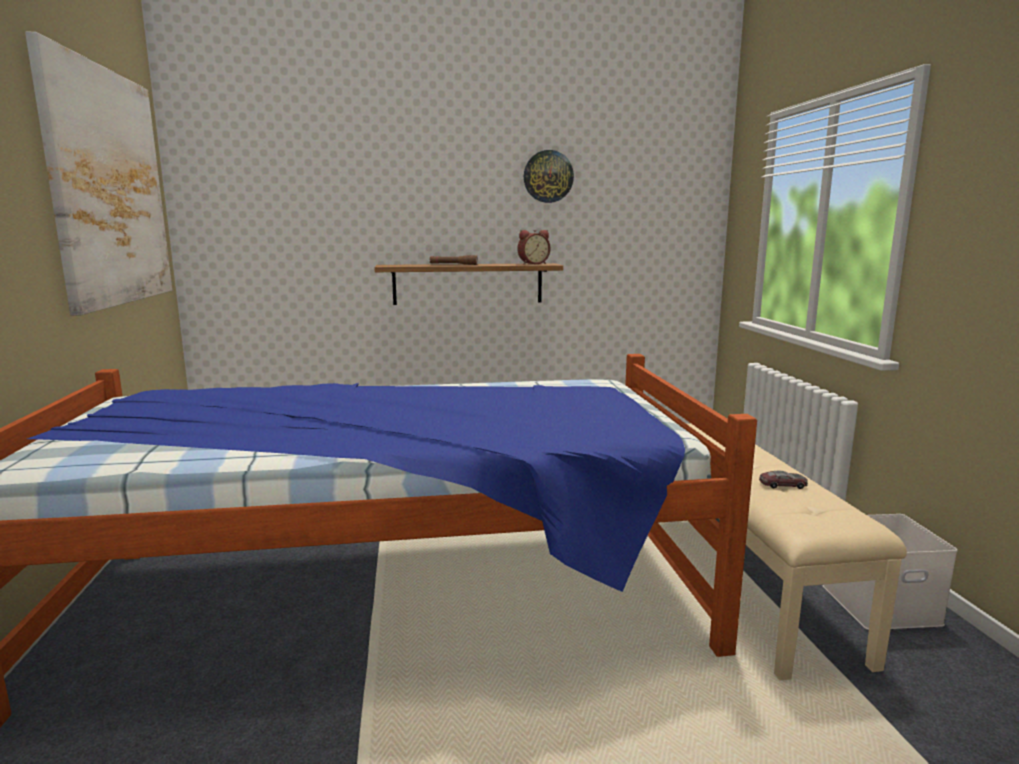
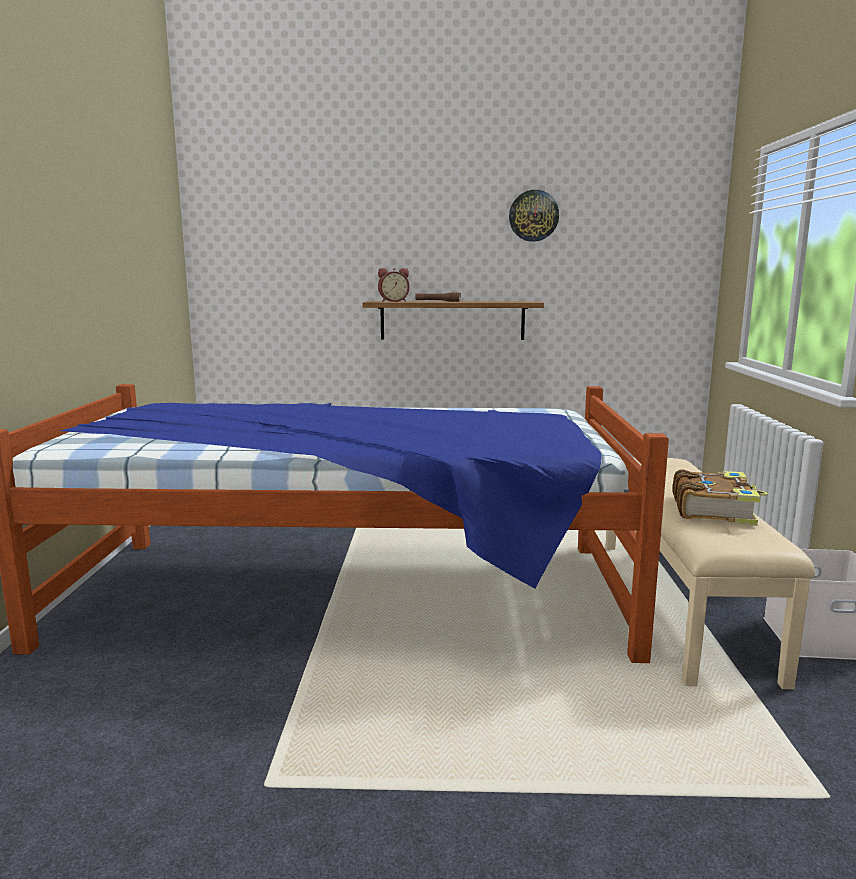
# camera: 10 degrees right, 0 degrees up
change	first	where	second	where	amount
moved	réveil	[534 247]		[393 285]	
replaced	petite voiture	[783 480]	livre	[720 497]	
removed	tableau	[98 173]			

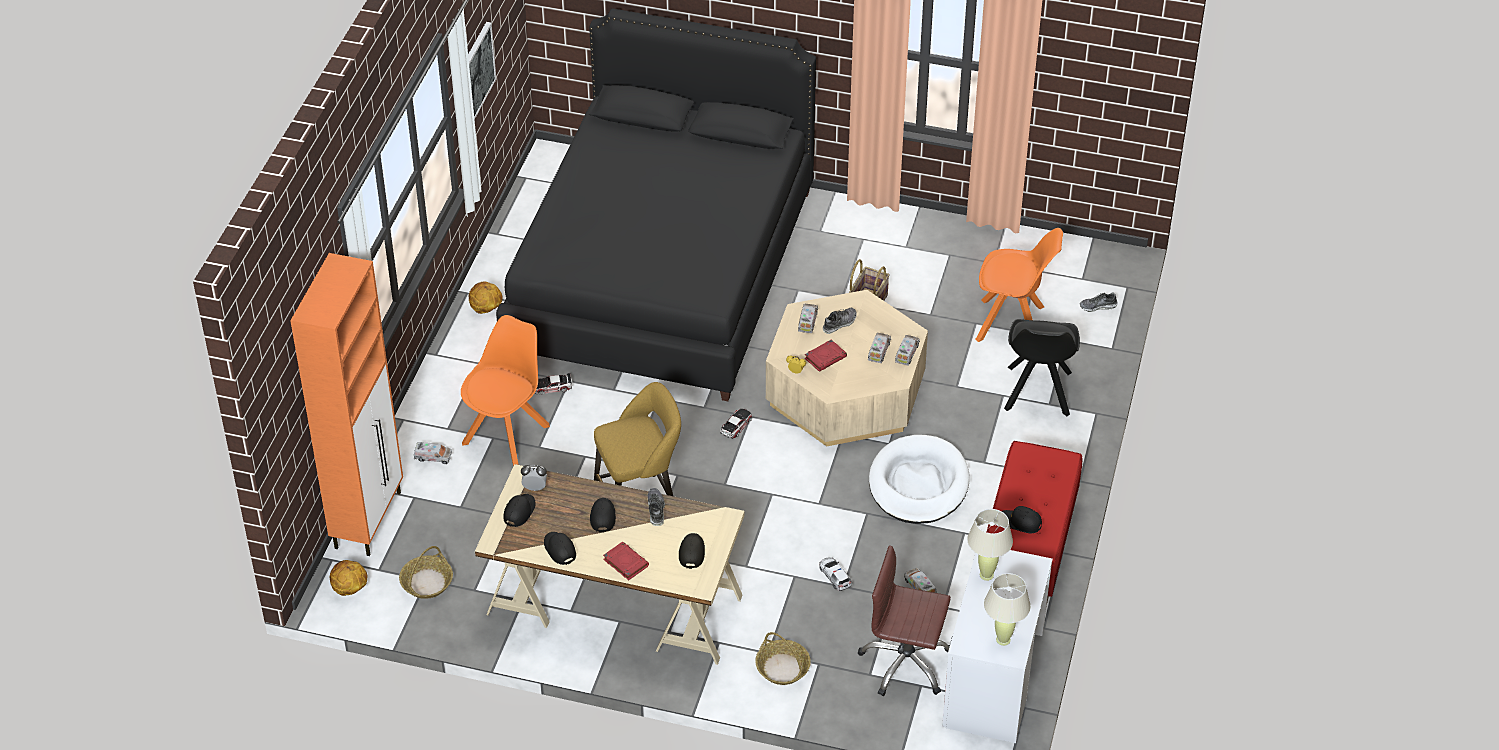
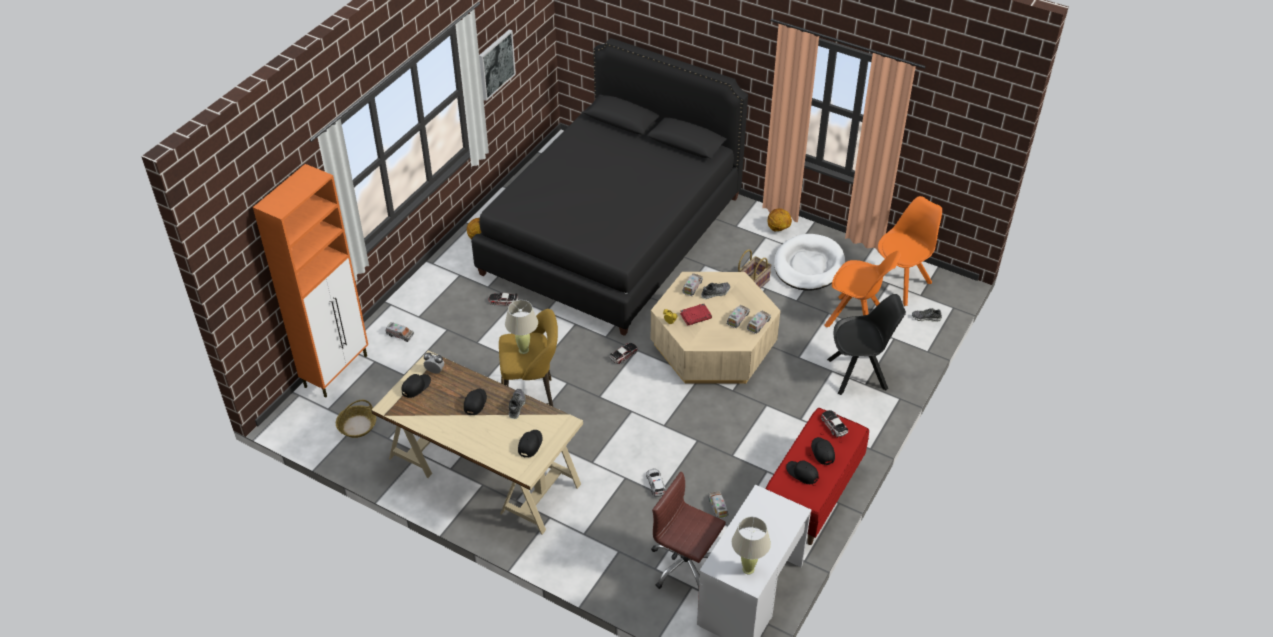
# camera: 15 degrees right, 0 degrees up
change	first	where	second	where	amount
moved	lampe de table/beige	[990 545]		[521 327]	
moved	ballon de basket	[349 578]		[780 219]	
moved	panier pour chien/blanc	[919 479]		[809 262]	
moved	casquette/noir	[560 548]		[823 451]	
added			petite voiture	[834 424]	
turned	chaise/noir	[1042 367]		[866 344]	120 degrees counterclockwise
moved	chaise/orange	[505 390]		[910 251]	
removed	livre/rouge	[626 561]			
removed	panier	[783 658]			

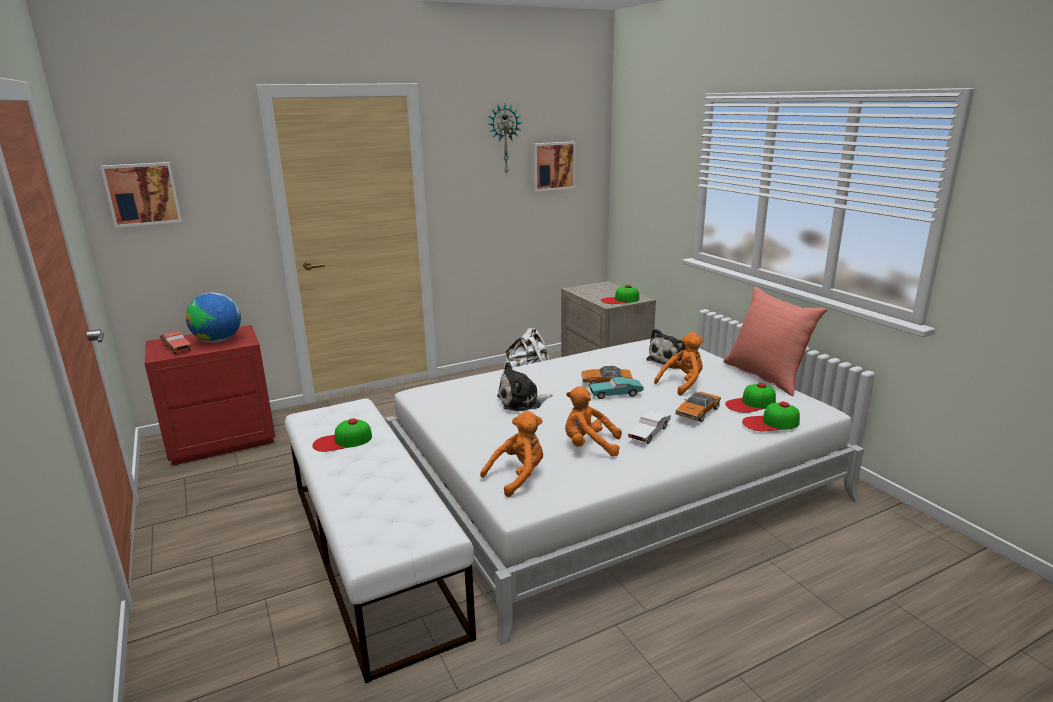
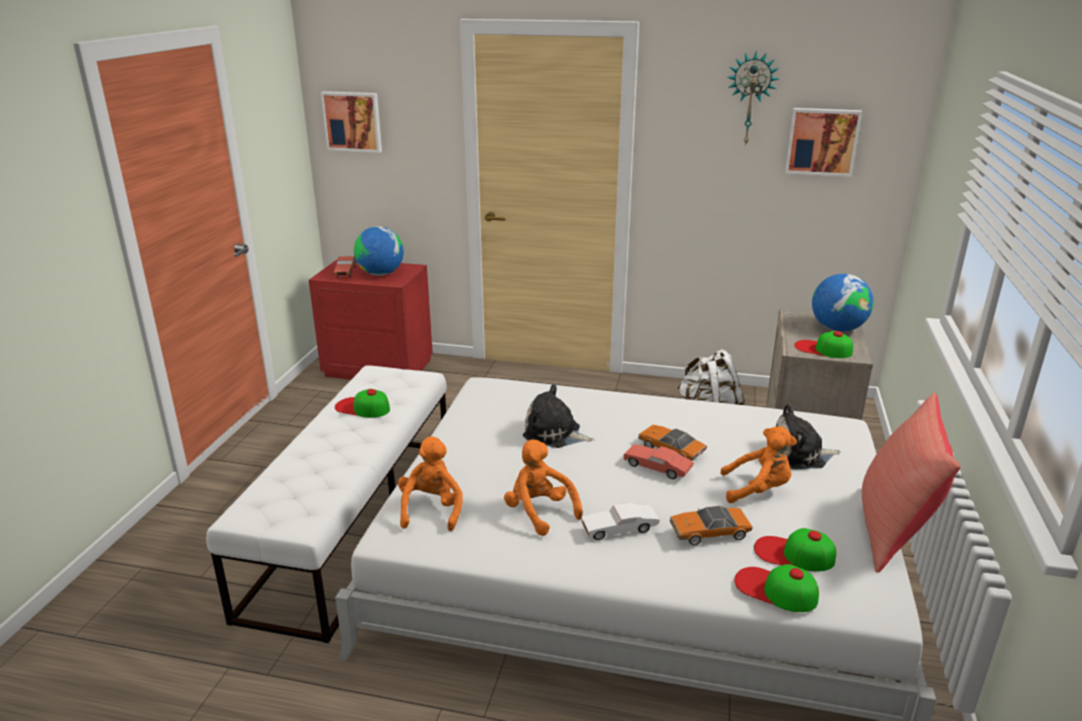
# camera: 40 degrees right, 5 degrees up
change	first	where	second	where	amount
turned	peluche/orange	[511 454]		[430 483]	90 degrees counterclockwise
recoloured	petite voiture/turquoise	[617 388]	petite voiture/rouge	[659 461]	
added			globe	[842 303]	

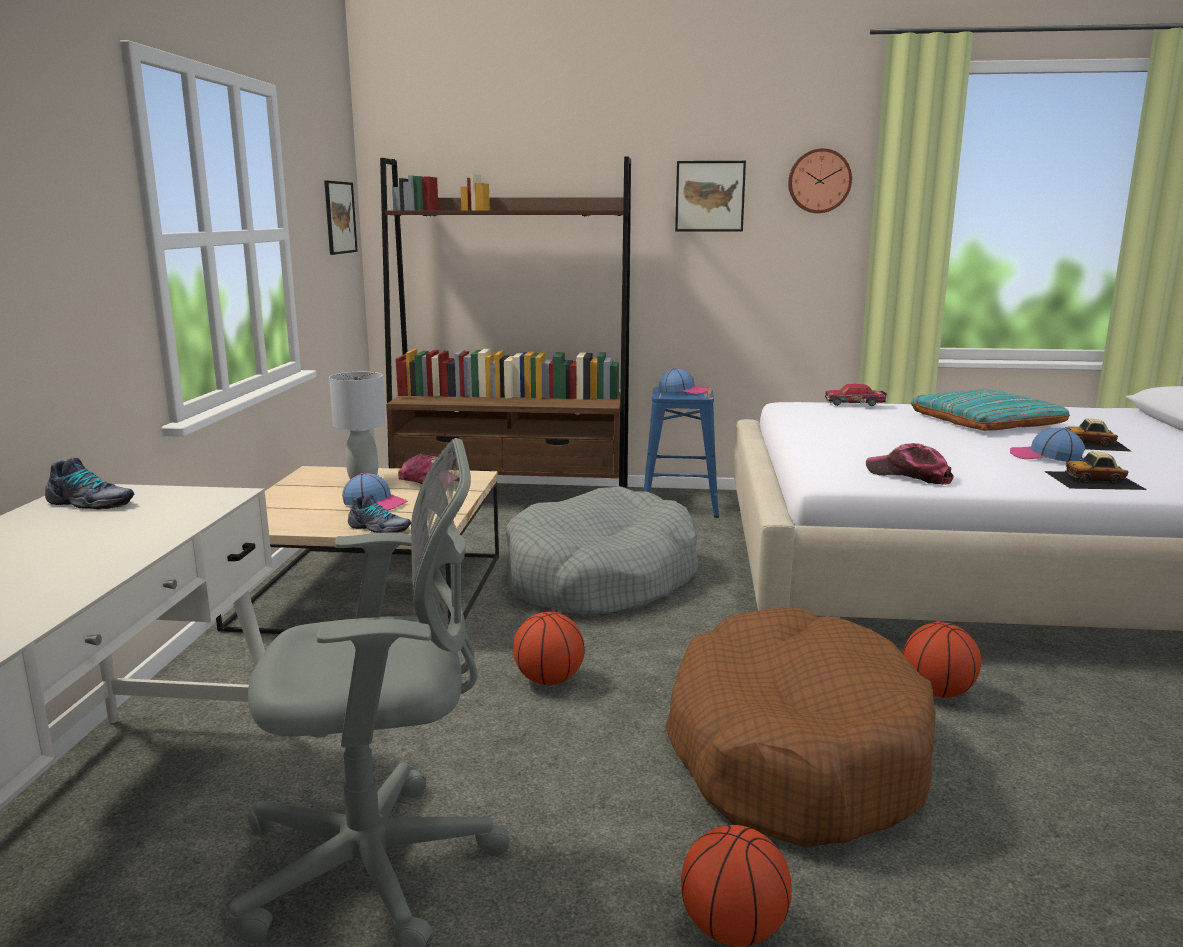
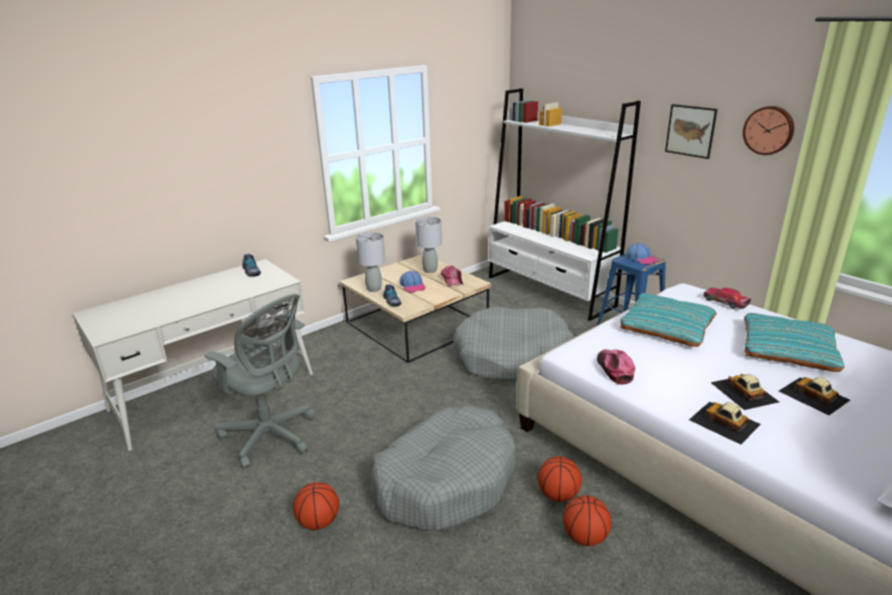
# camera: 45 degrees right, 10 degrees up
change	first	where	second	where	amount
added			lampe de table/gris	[370 262]	
recoloured	panier pour chien/marron	[800 727]	panier pour chien/gris	[444 467]	
recoloured	bibliothèque/marron	[505 322]	bibliothèque/blanc	[565 204]	
moved	ballon de basket	[549 648]		[587 520]	
added			coussin/turquoise	[668 320]	
replaced	casquette	[1047 445]	petite voiture	[745 392]	
removed	tableau	[341 218]			

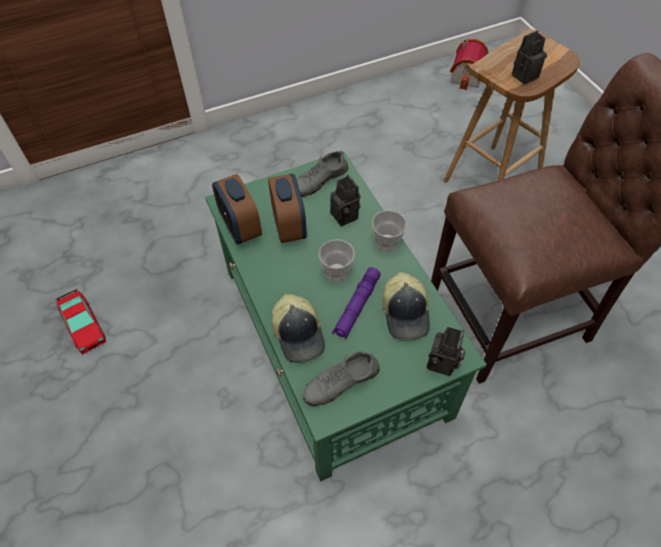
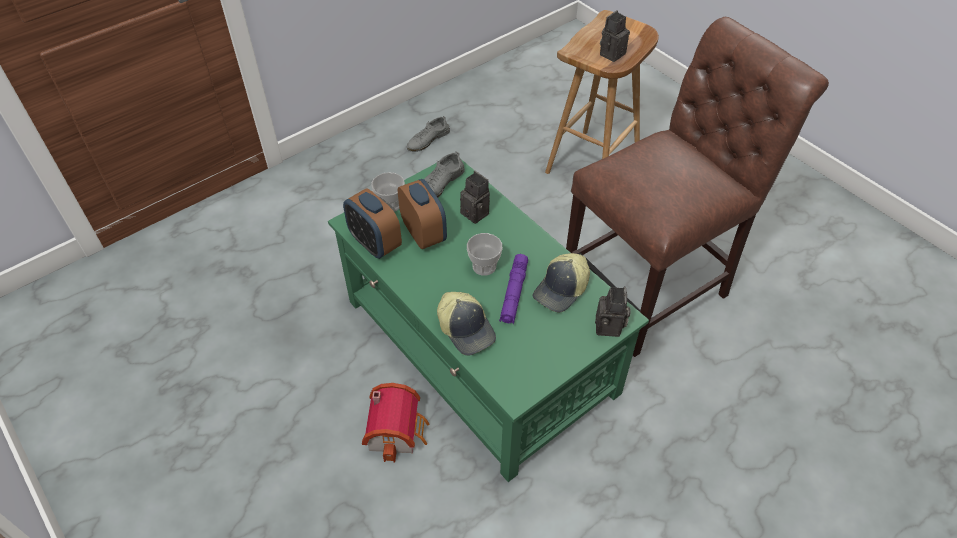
# camera: 15 degrees left, 5 degrees down
change	first	where	second	where	amount
moved	maison miniature	[469 64]		[395 423]	
moved	tasse	[389 231]		[388 192]	
moved	chaussure/gris	[341 378]		[428 134]	
turned	casquette	[406 305]		[561 282]	60 degrees clockwise
removed	petite voiture	[80 321]			

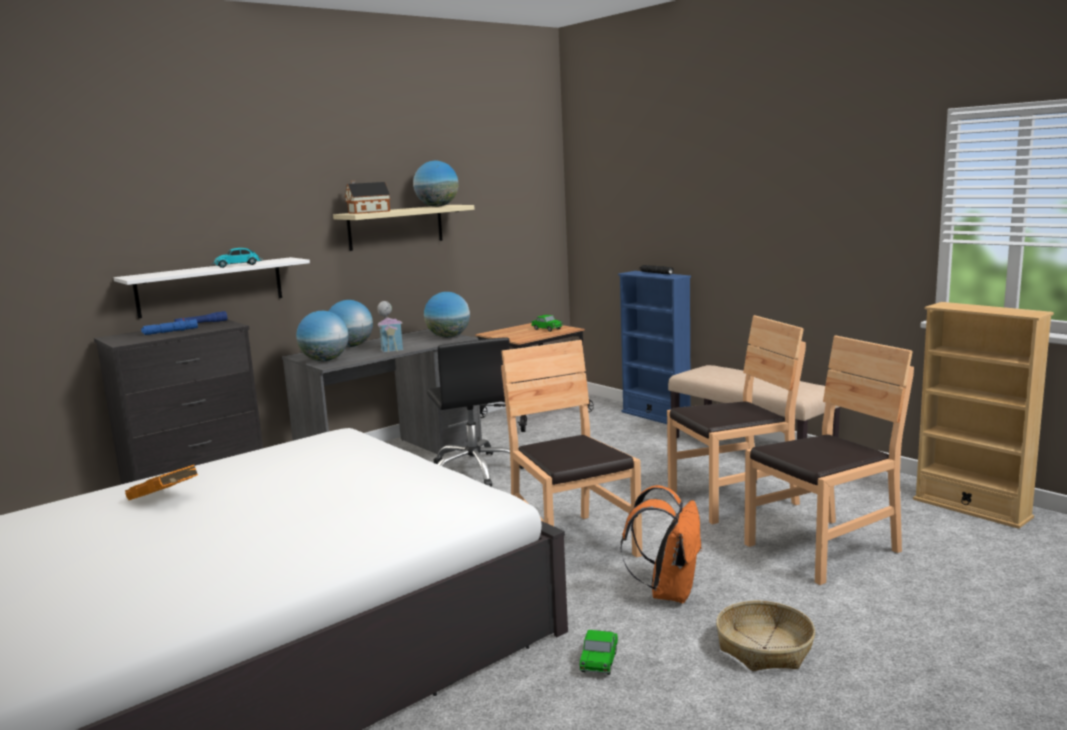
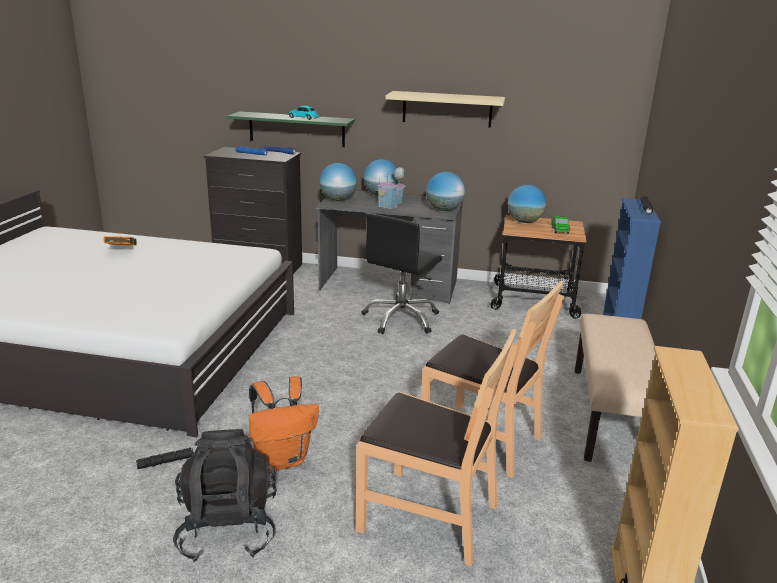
# camera: 50 degrees right, 10 degrees up
change	first	where	second	where	amount
replaced	petite voiture	[598 652]	lampe de poche/noir	[165 458]	
replaced	panier	[765 636]	sac à dos/noir	[225 495]	
recoloured	étagère/blanc	[212 287]	étagère/vert	[291 129]	
moved	globe	[436 184]		[527 204]	
removed	maison miniature	[367 197]			
removed	chaise/marron	[571 448]			

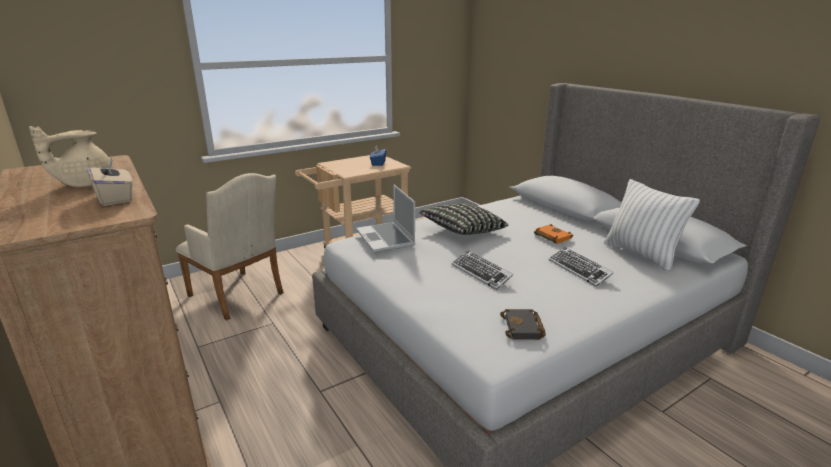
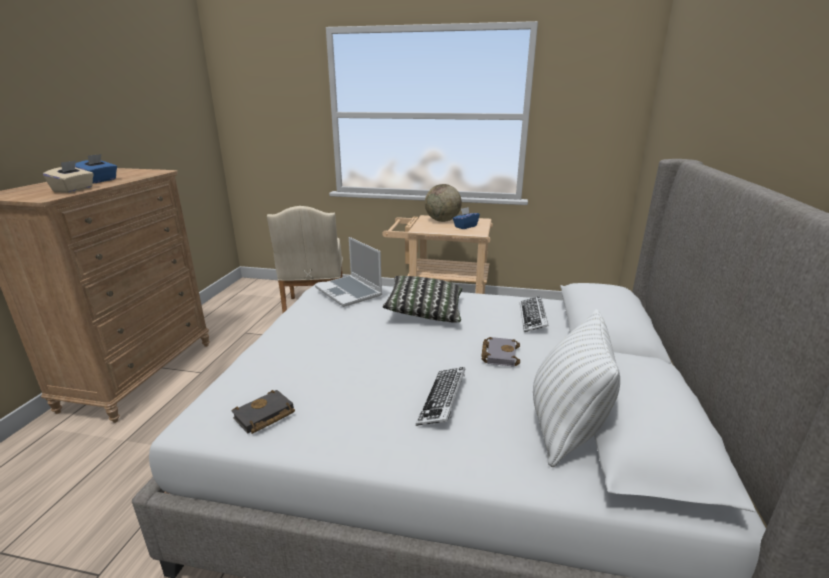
# camera: 45 degrees right, 0 degrees up
change	first	where	second	where	amount
replaced	théière/beige	[71 156]	boîte à mouchoirs/bleu	[96 168]	
turned	ordinateur portable	[385 218]		[348 272]	60 degrees counterclockwise
added			globe	[443 203]	
recoloured	livre/orange	[553 234]	livre/gris	[500 352]	
moved	clavier	[482 270]		[534 314]	

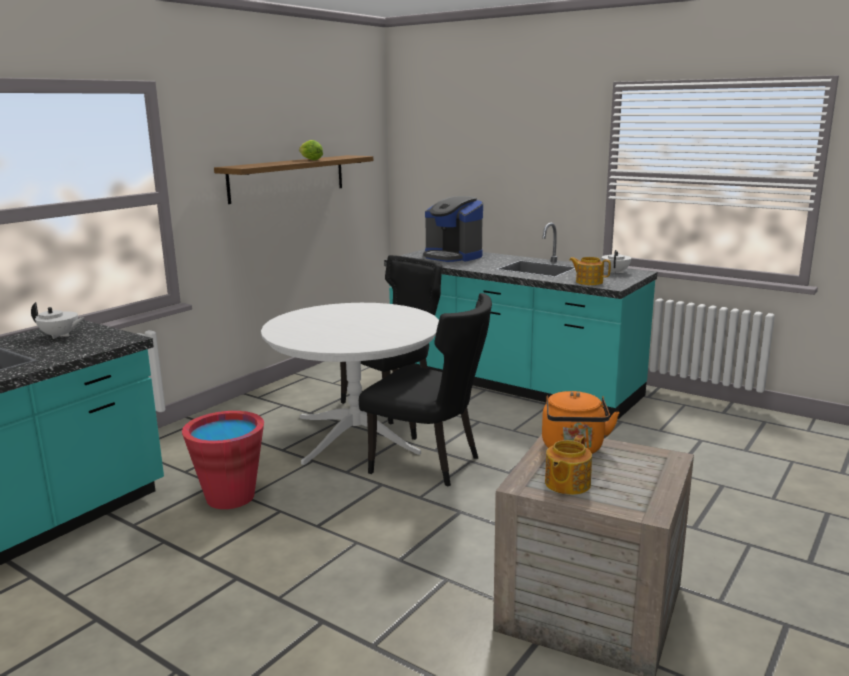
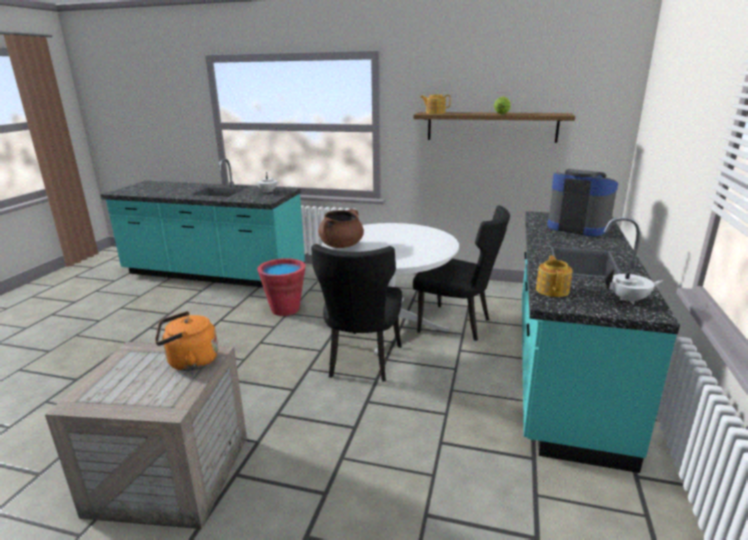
# camera: 70 degrees right, 5 degrees up
change	first	where	second	where	amount
added			marmite/marron	[341 228]	
moved	théière	[568 465]		[435 104]	
turned	machine à café	[453 229]		[582 202]	105 degrees clockwise

